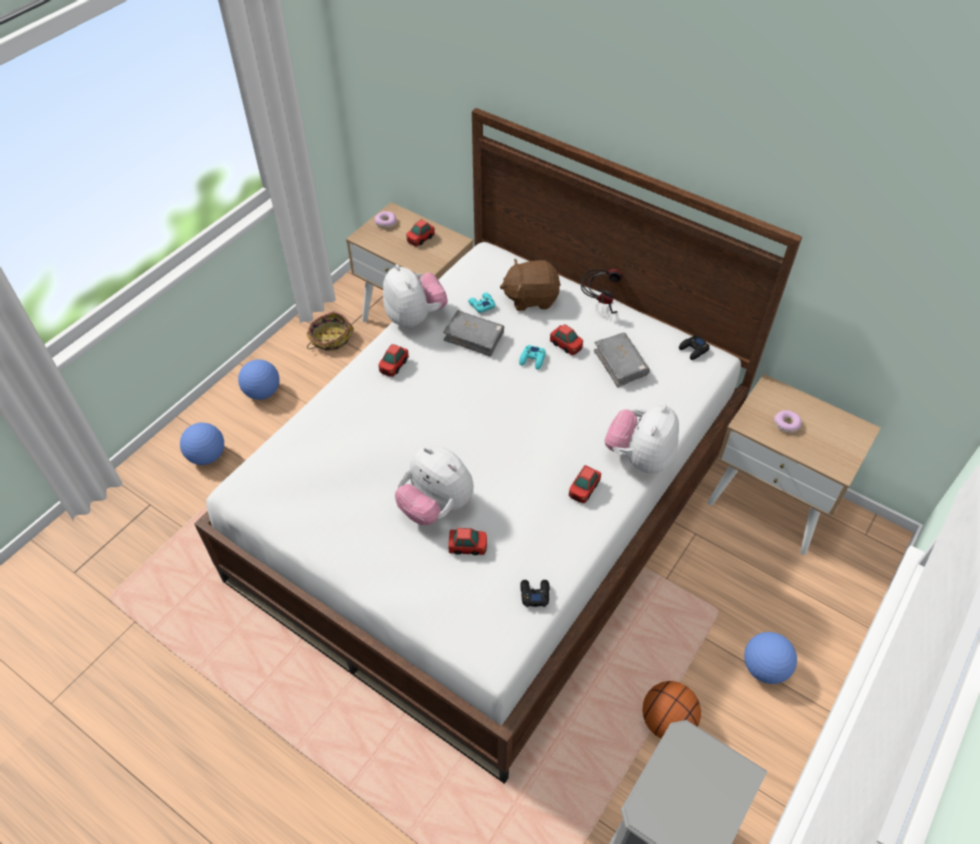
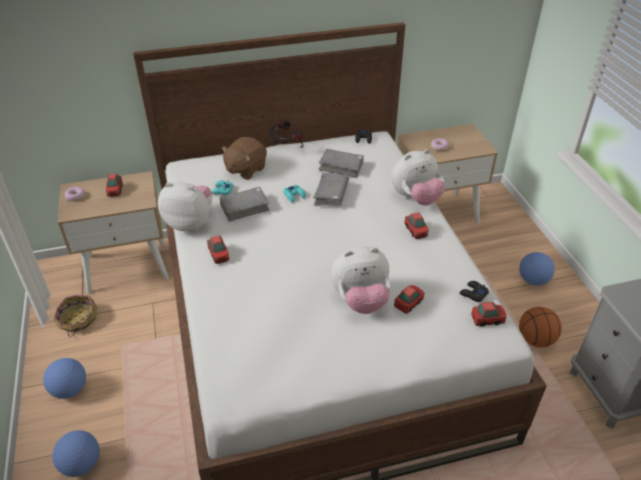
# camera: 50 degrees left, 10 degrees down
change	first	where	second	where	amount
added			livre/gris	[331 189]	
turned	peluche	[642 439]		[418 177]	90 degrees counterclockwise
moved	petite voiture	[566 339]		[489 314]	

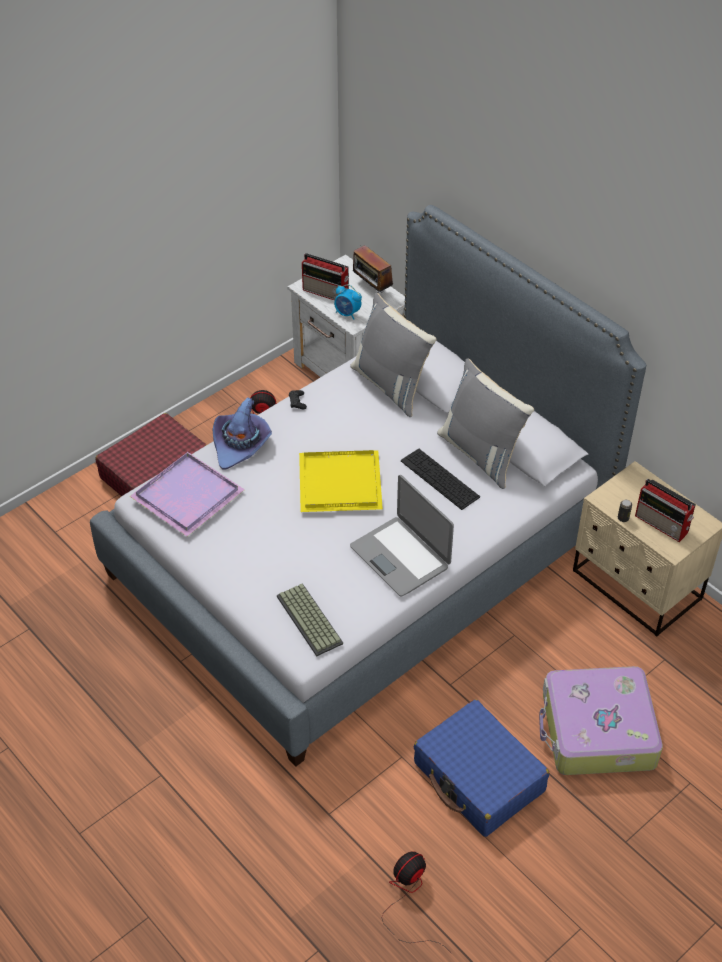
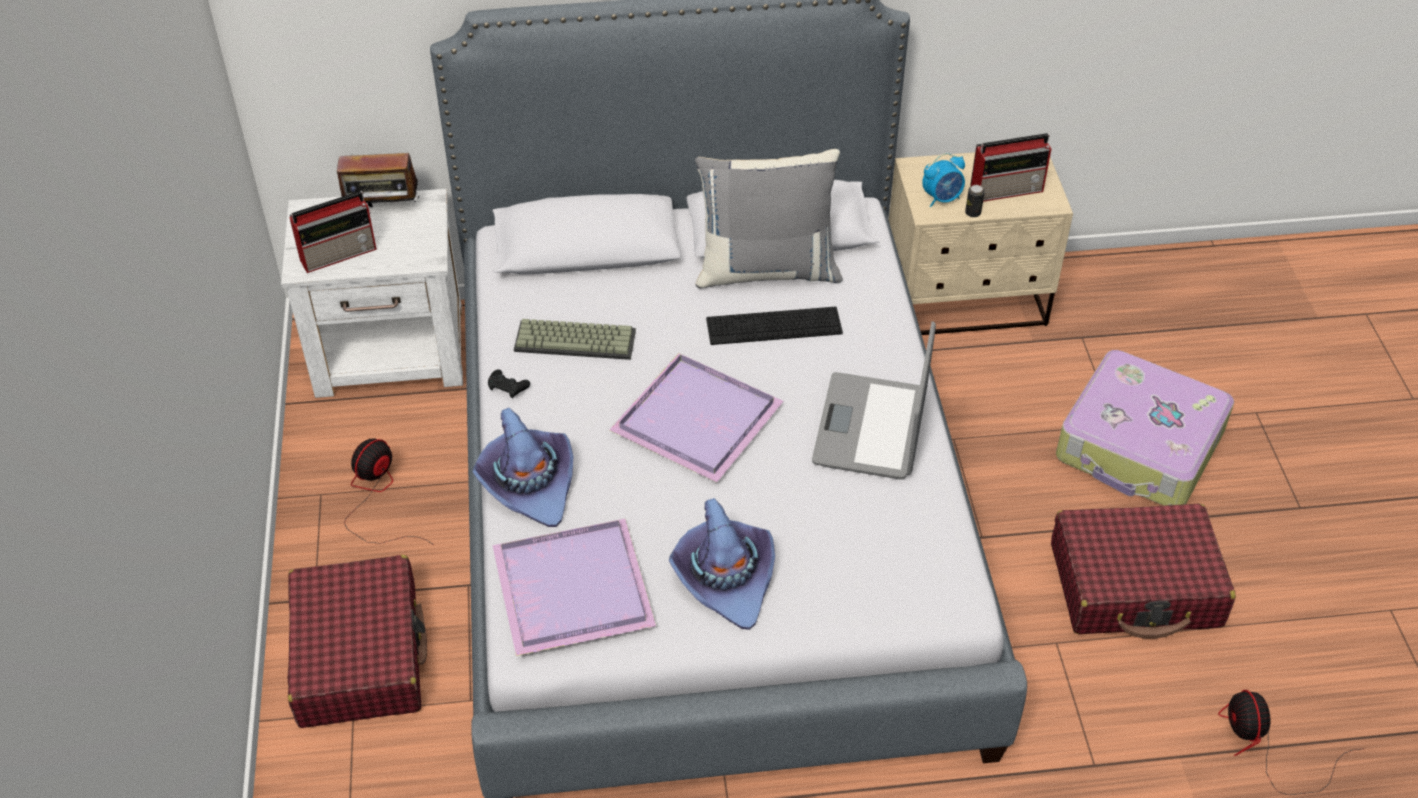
# camera: 55 degrees left, 0 degrees up
change	first	where	second	where	amount
moved	clavier	[310 620]		[575 339]	
recoloured	plateau/jaune	[341 481]	plateau/violet	[696 417]	
added			chapeau/violet	[722 564]	
turned	ordinateur portable	[402 535]		[874 400]	105 degrees clockwise
moved	réveil	[348 302]		[943 180]	
recoloured	valise/bleu	[481 768]	valise/rouge	[1143 571]	
removed	coussin/gris	[393 355]			

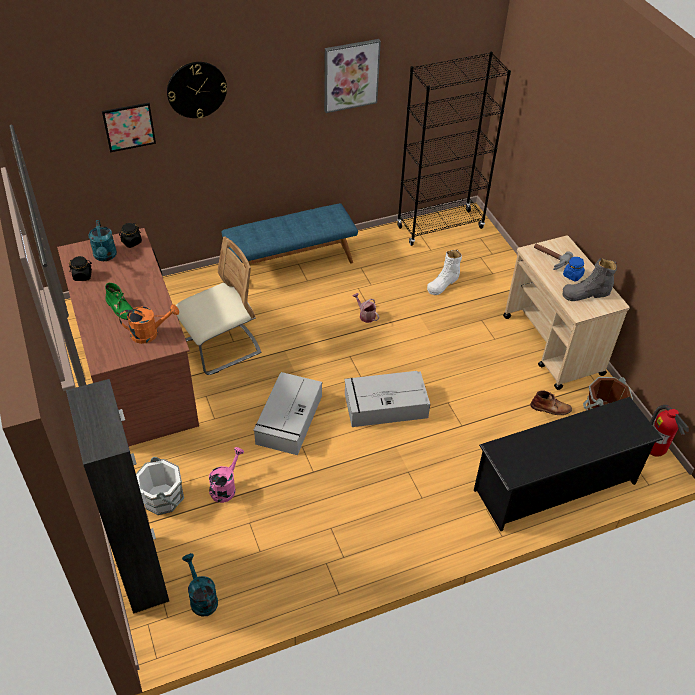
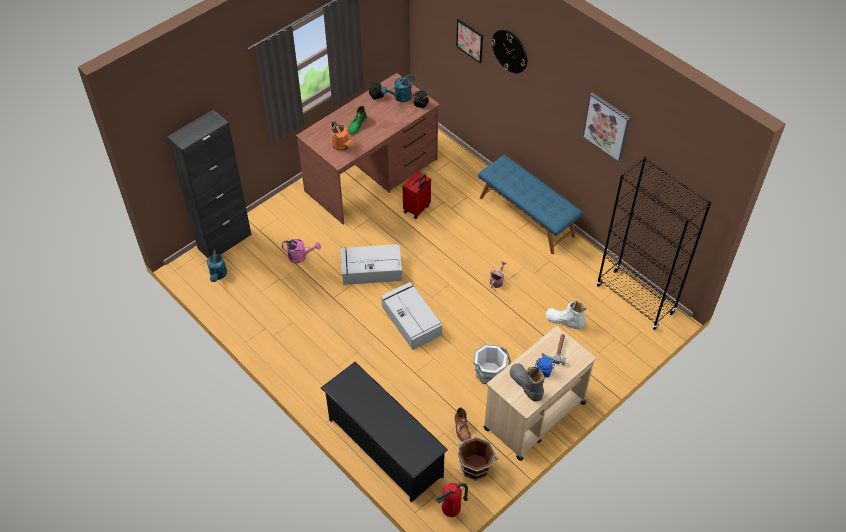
# camera: 70 degrees right, 5 degrees up
change	first	where	second	where	amount
turned	arrosoir/turquoise	[200 585]		[217 265]	135 degrees clockwise
replaced	chaise/beige	[219 305]	valise/rouge	[416 195]	
moved	seau/blanc	[160 486]		[492 364]	

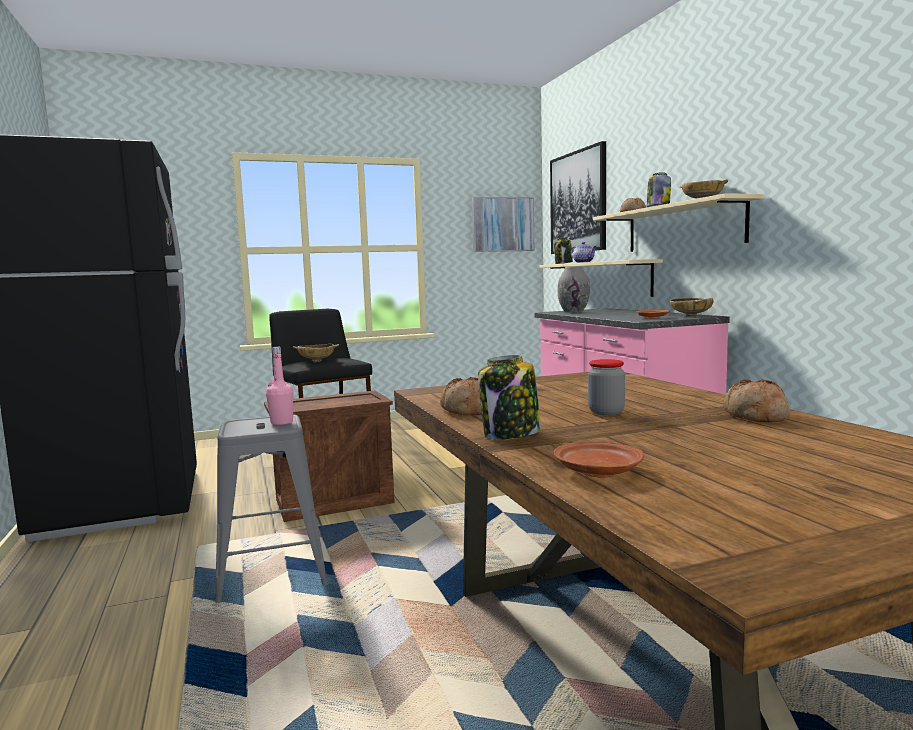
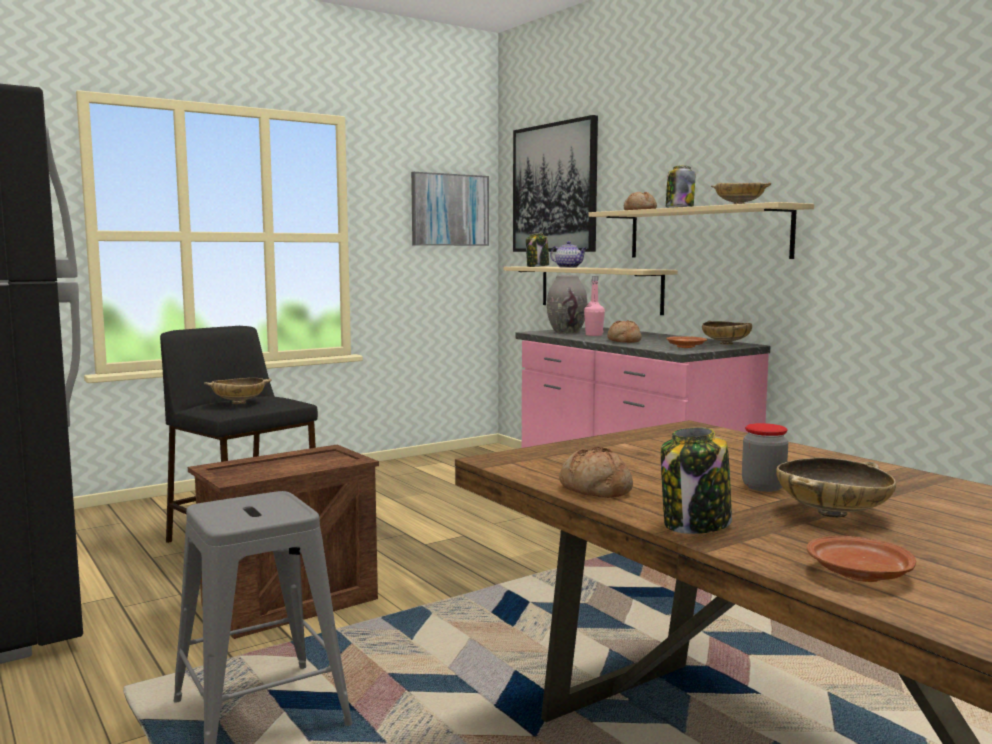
# camera: 15 degrees left, 0 degrees up
change	first	where	second	where	amount
moved	bouteille/rose	[279 386]		[594 306]	
moved	pain	[756 400]		[624 331]	
added			bol/beige	[836 487]	

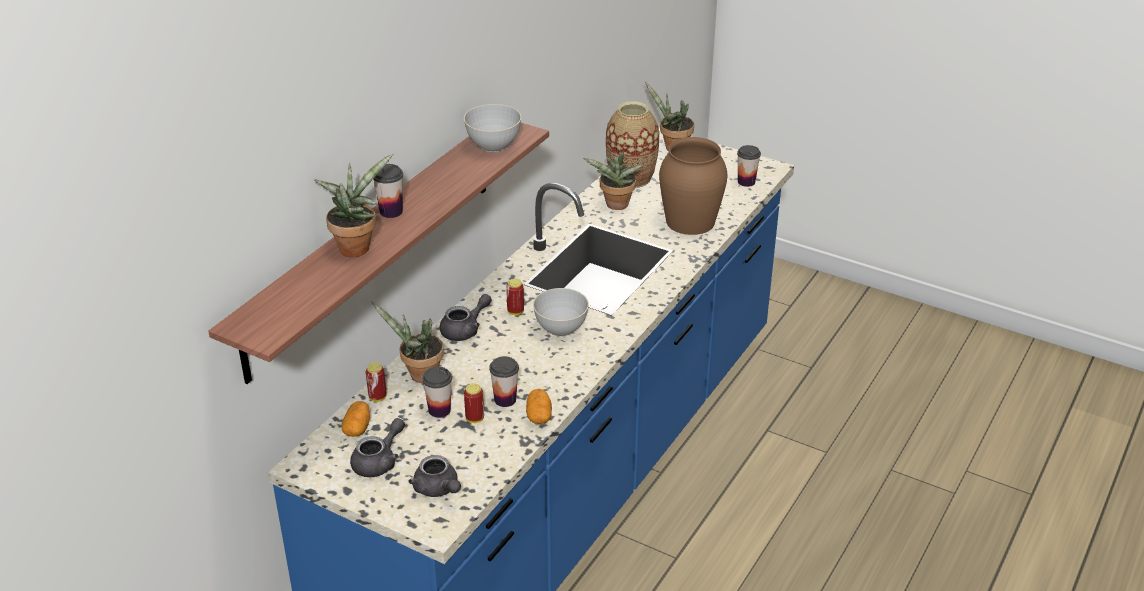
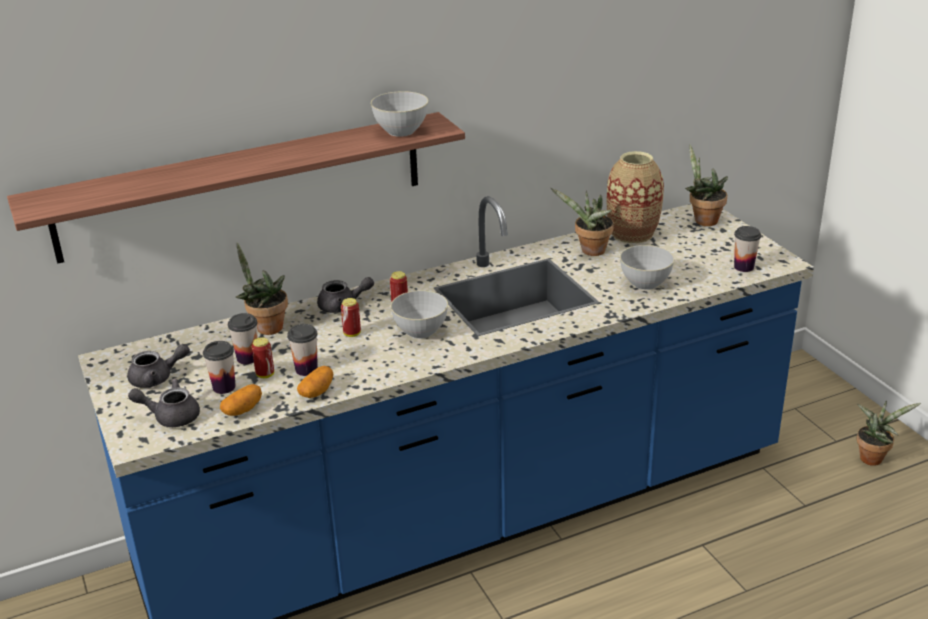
# camera: 35 degrees right, 5 degrees down
change	first	where	second	where	amount
turned	théière/gris	[435 476]		[164 402]	90 degrees clockwise
moved	tasse	[388 191]		[219 367]	
moved	pomme de terre	[355 419]		[241 400]	
moved	boîte métallique	[376 382]		[351 317]	
replaced	vase/marron	[693 186]	bol/gris	[647 267]	
moved	plante en pot	[353 205]		[888 433]	

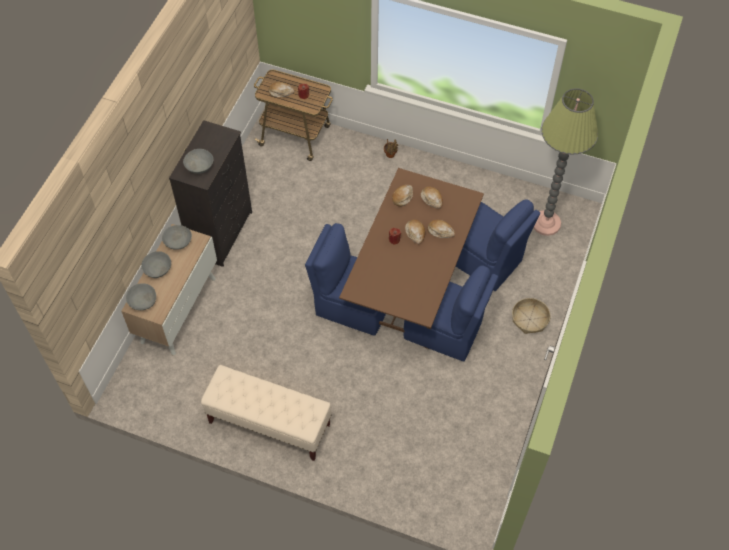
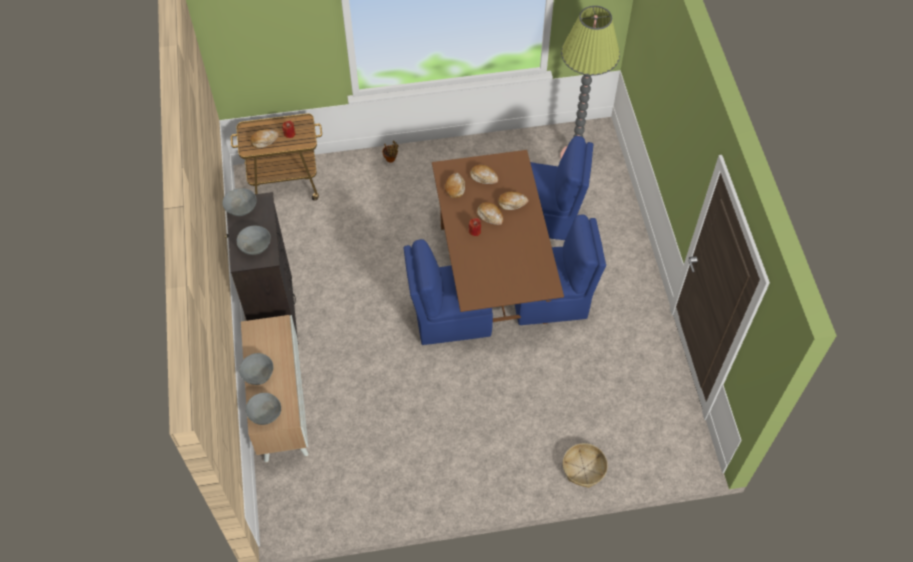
# camera: 30 degrees left, 0 degrees up
change	first	where	second	where	amount
moved	bol/gris	[177 237]		[239 202]	
moved	panier	[531 316]		[585 465]	
removed	banc/beige	[266 413]			

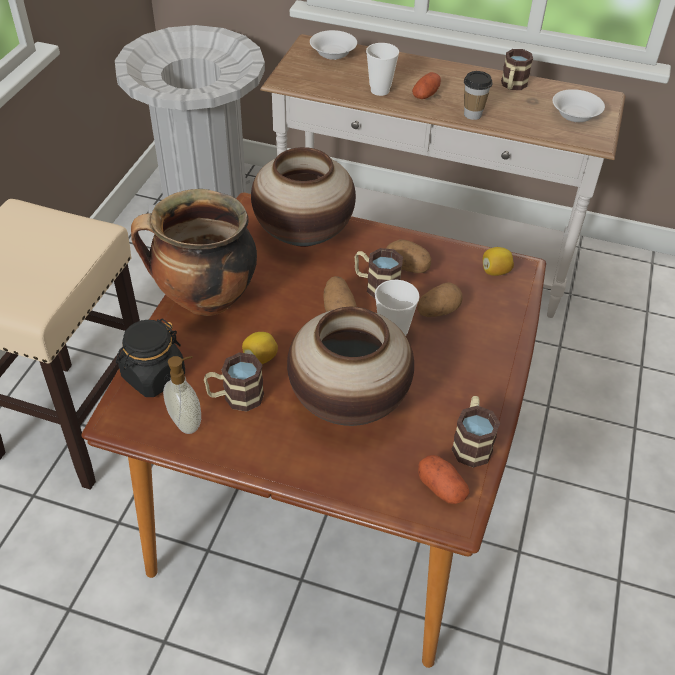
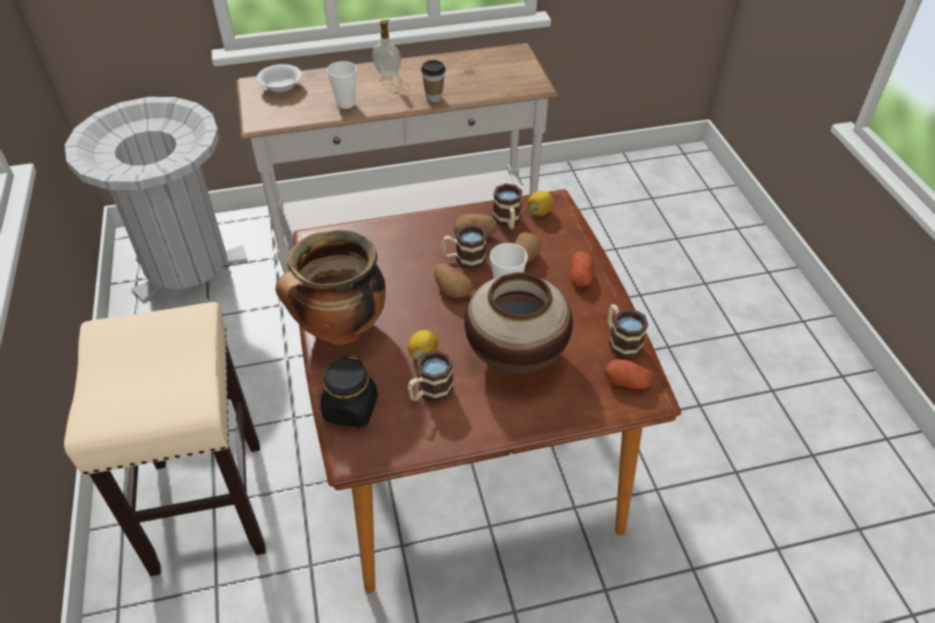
# camera: 30 degrees left, 0 degrees up
change	first	where	second	where	amount
moved	distributeur de savon	[182 395]		[387 47]	
moved	mug	[517 69]		[508 206]	
moved	pomme de terre	[426 85]		[582 269]	
removed	vase	[303 197]			
removed	bol/blanc	[578 105]			

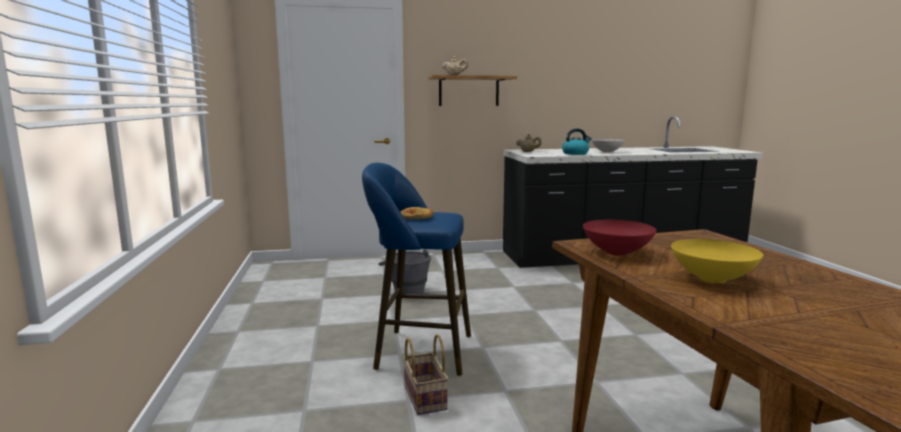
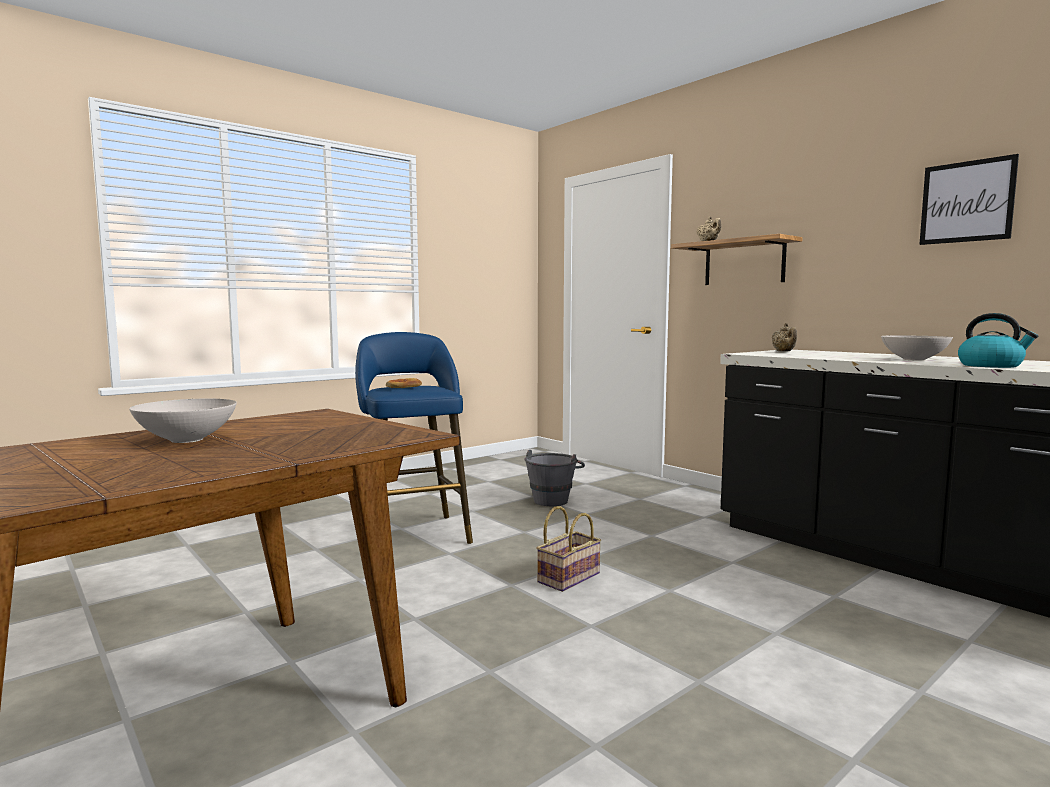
# camera: 60 degrees right, 5 degrees down
change	first	where	second	where	amount
recoloured	bol/jaune	[717 261]	bol/blanc	[183 421]	
moved	panier	[426 374]		[568 549]	
added			tableau	[969 199]	
moved	bouilloire	[577 141]		[998 340]	
removed	bol/rouge	[619 238]			

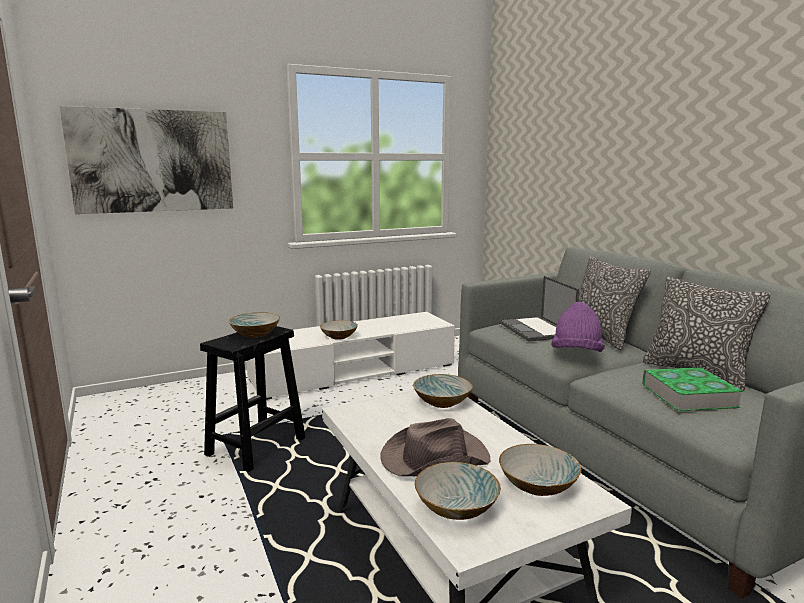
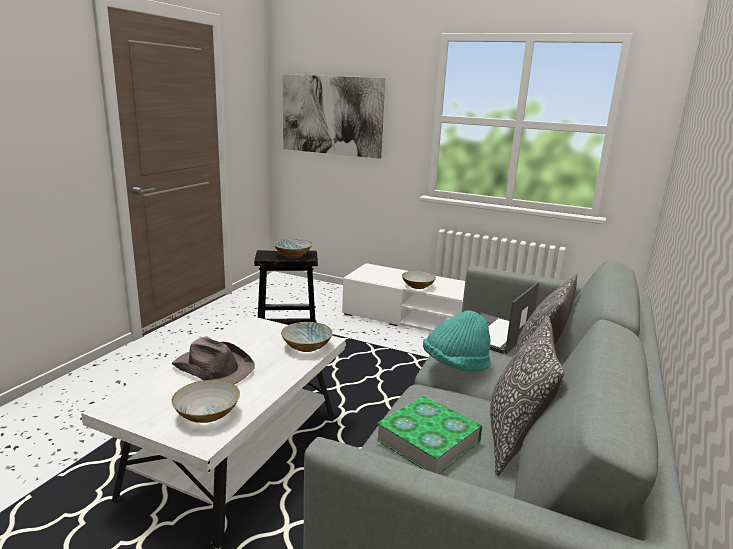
# camera: 50 degrees right, 5 degrees up
change	first	where	second	where	amount
recoloured	chapeau/violet	[578 327]	chapeau/turquoise	[457 341]	
removed	bol	[457 491]			

